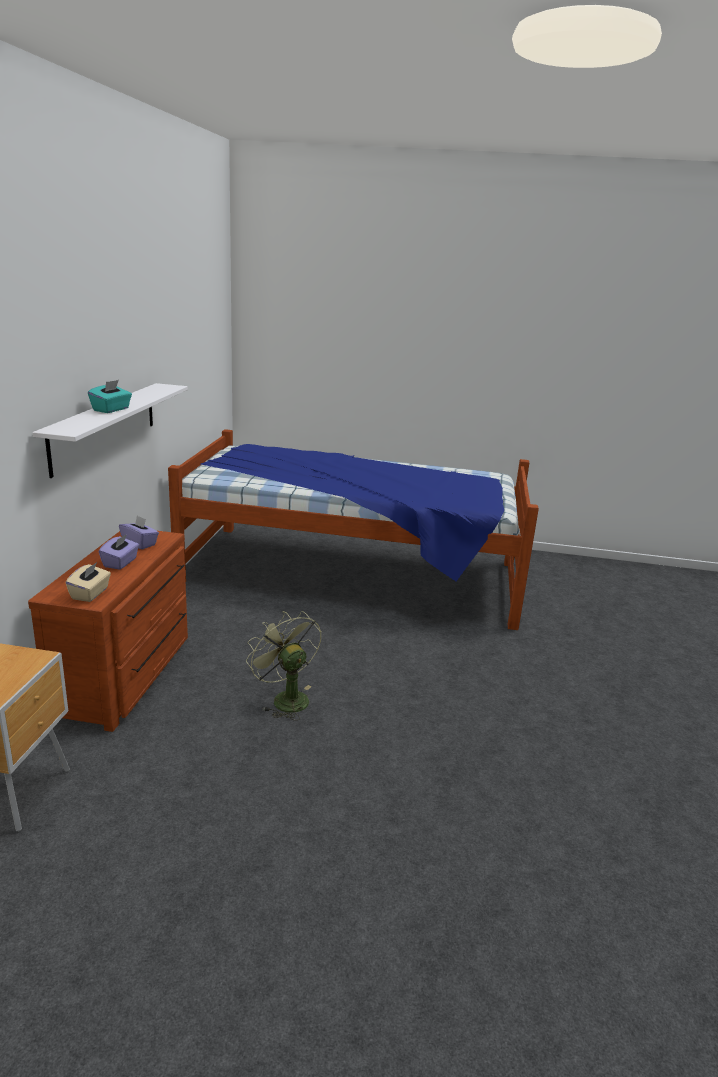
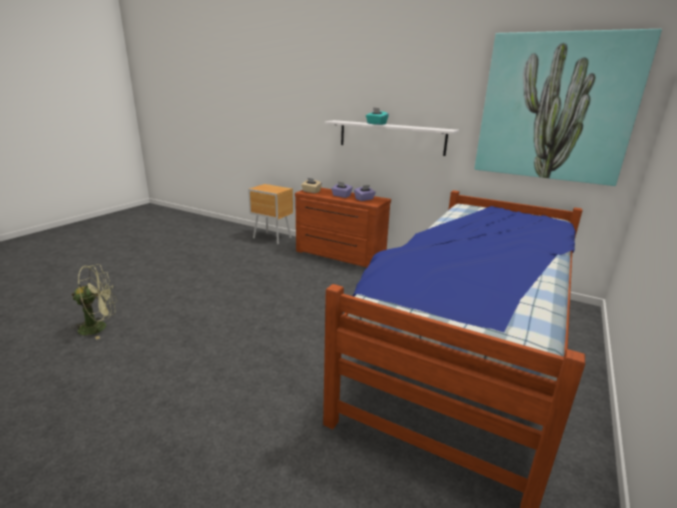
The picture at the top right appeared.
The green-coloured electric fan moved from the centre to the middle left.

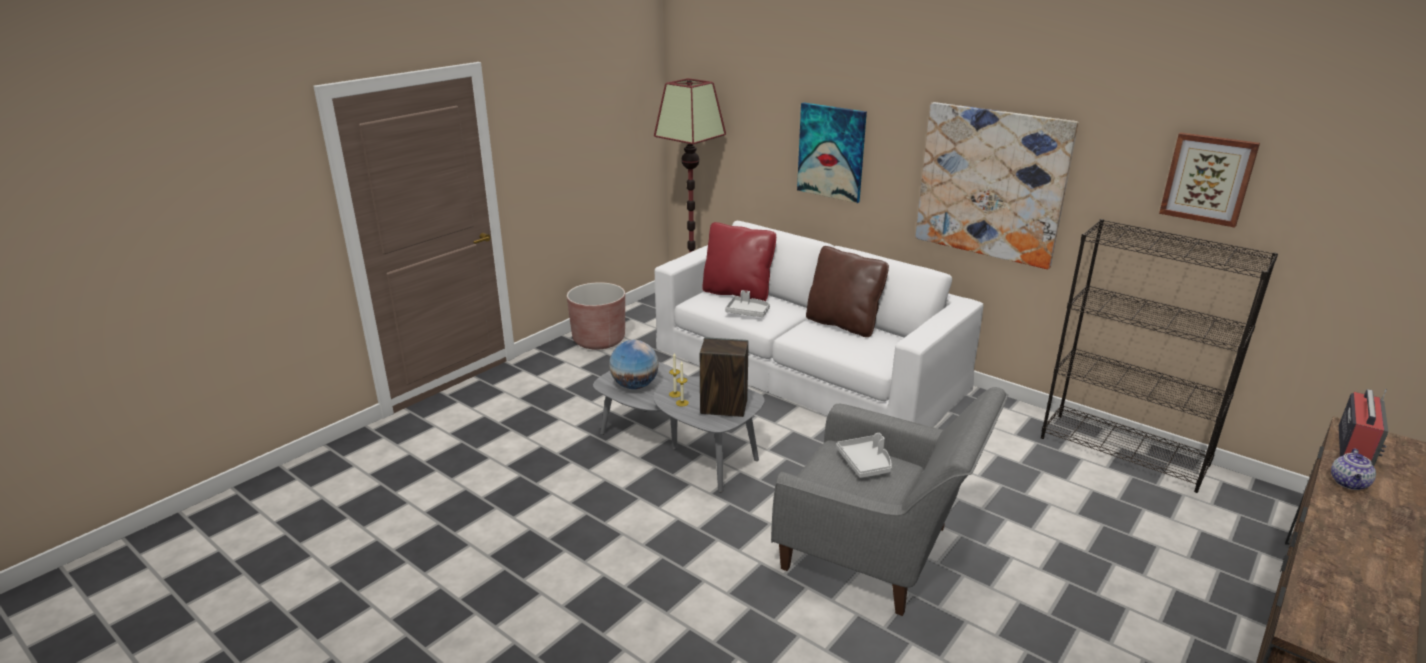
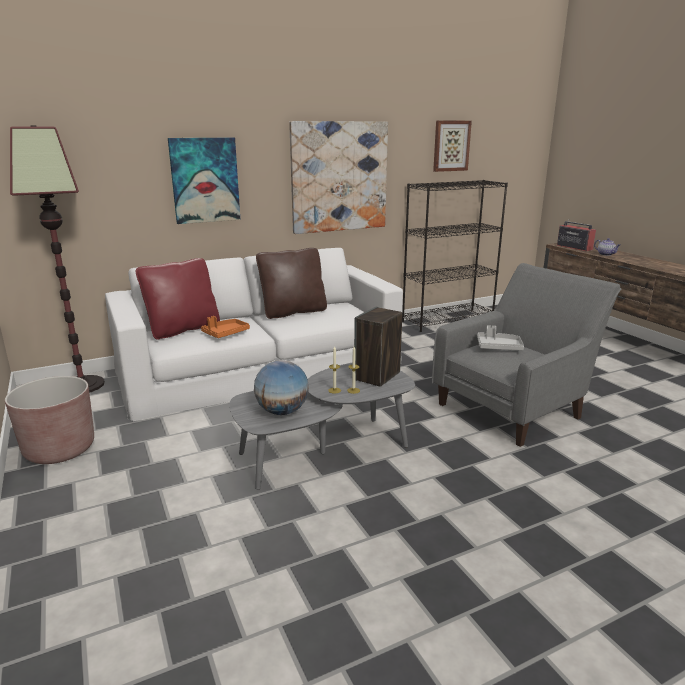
The grey tray (1st from left) at the centre became the orange tray at the middle left.

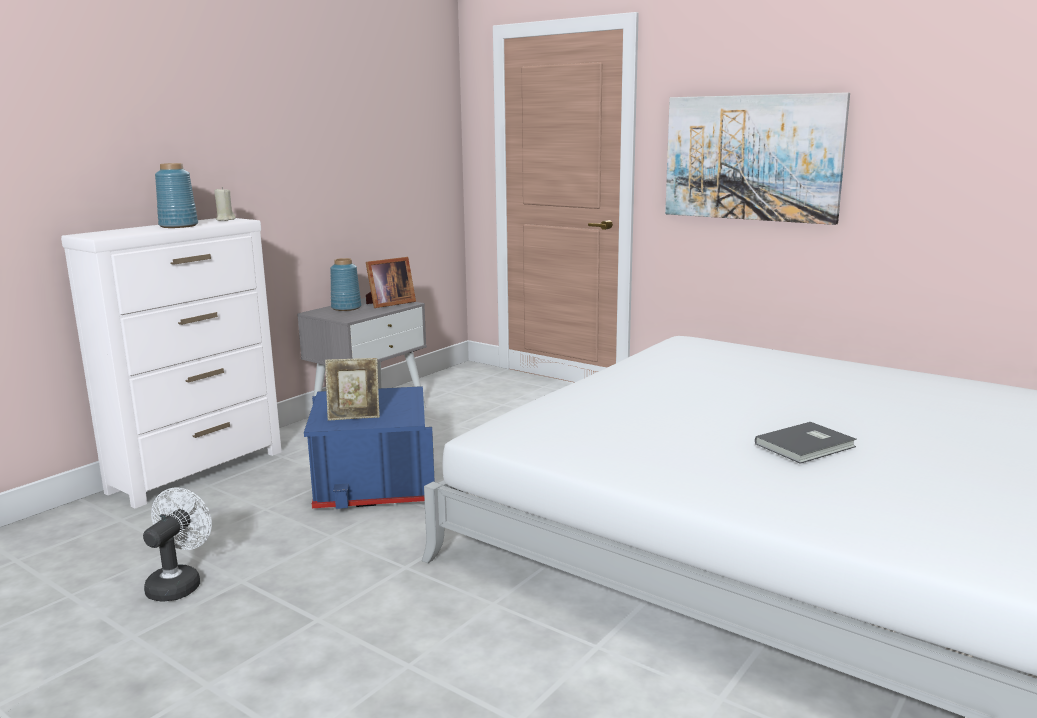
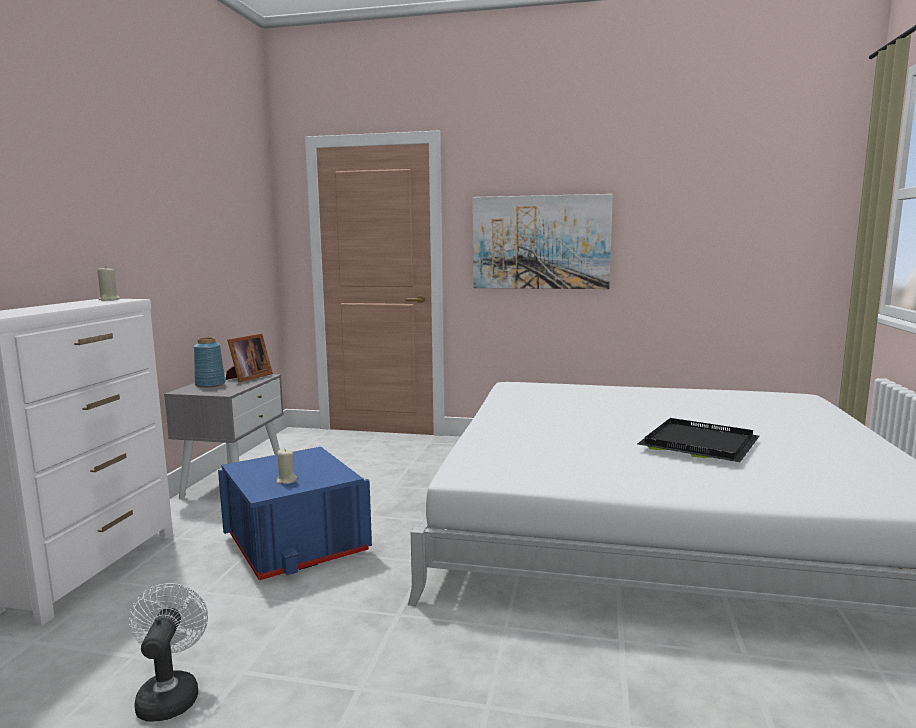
The blue-coloured vase (1st from left) at the top left disappeared.
The picture frame (1st from left) at the centre was replaced by the beige candle (2nd from left) at the middle left.
The grey book at the middle right was replaced by the black-coloured tray at the middle right.

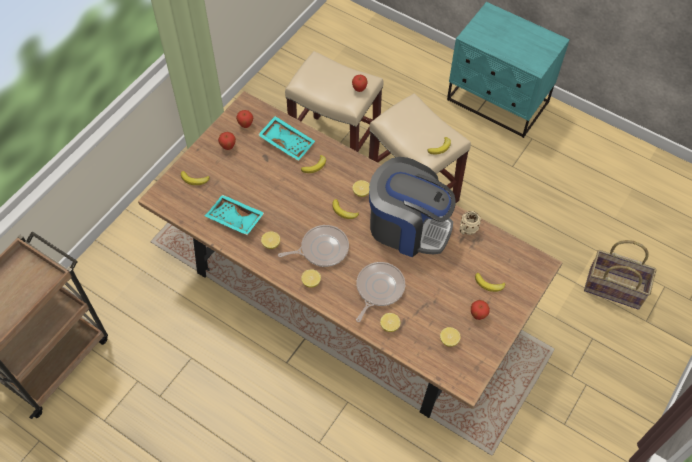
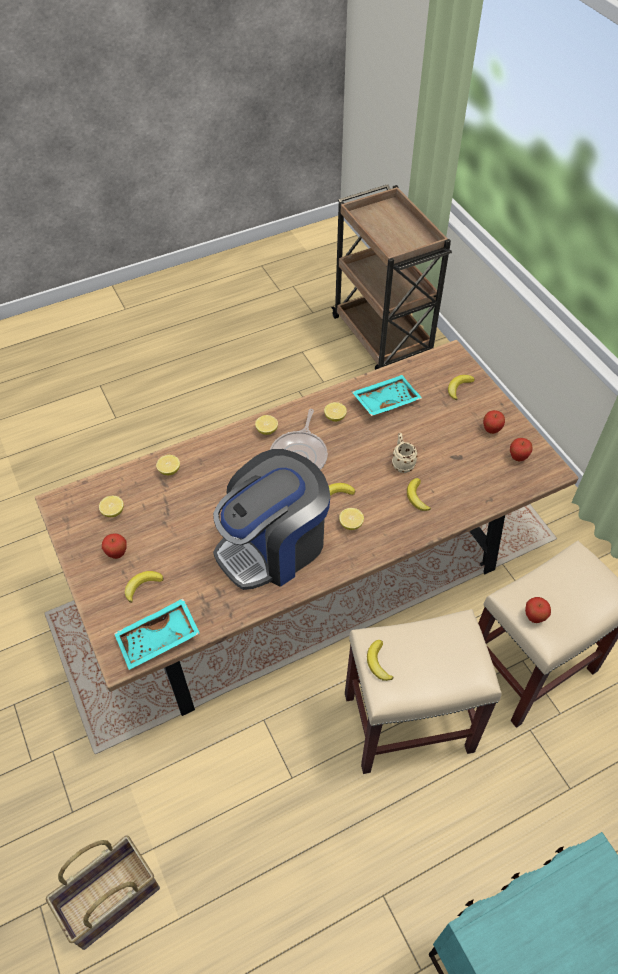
The frying pan (2nd from left) at the centre disappeared.
The turquoise-coloured tray (2nd from left in the first image) moved from the top centre to the middle left.
The beige coffee mug moved from the middle right to the centre.

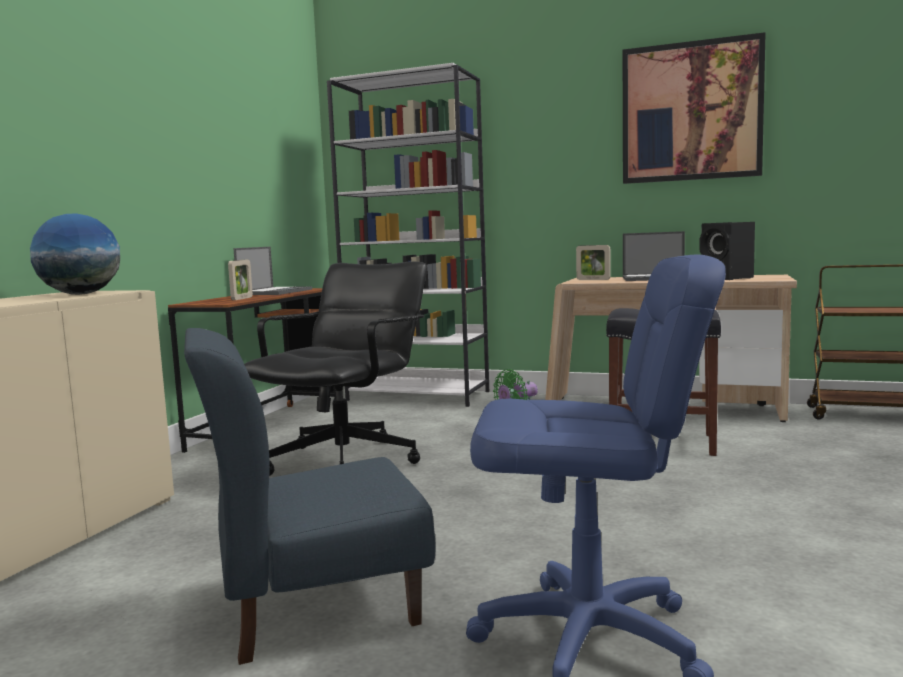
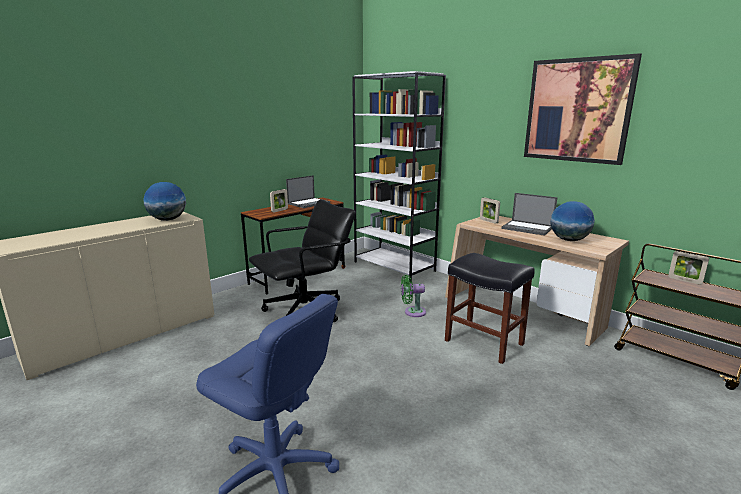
The blue-coloured plain chair at the bottom centre disappeared.
The picture frame (3rd from left) at the middle right appeared.
The black-coloured audio speaker at the middle right was replaced by the world globe (2nd from left) at the middle right.

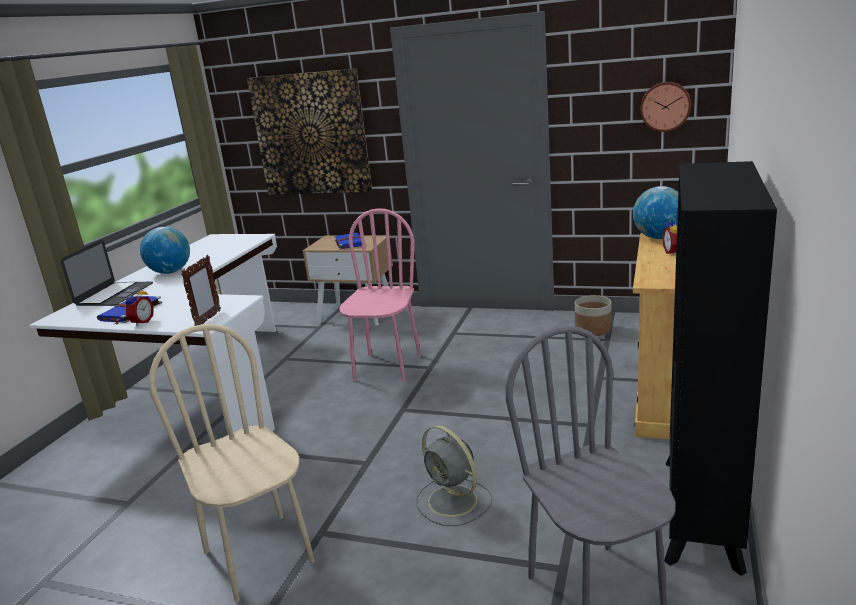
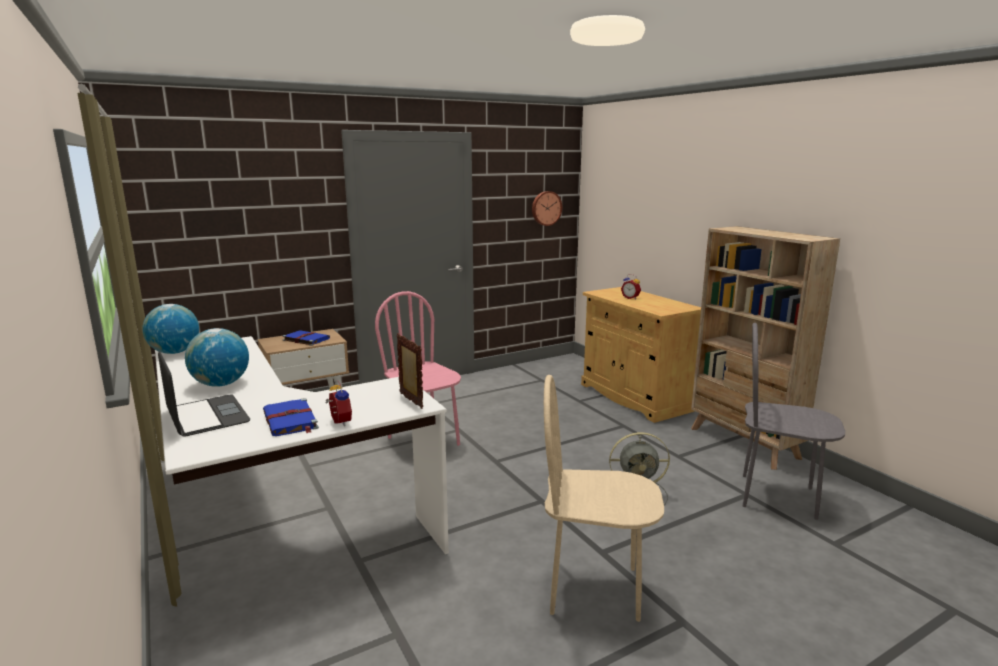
The picture at the top centre disappeared.
The flower pot at the middle right disappeared.
The world globe (2nd from left in the first image) moved from the middle right to the middle left.
The black-coloured bookshelf at the middle right became the beige bookshelf at the middle right.

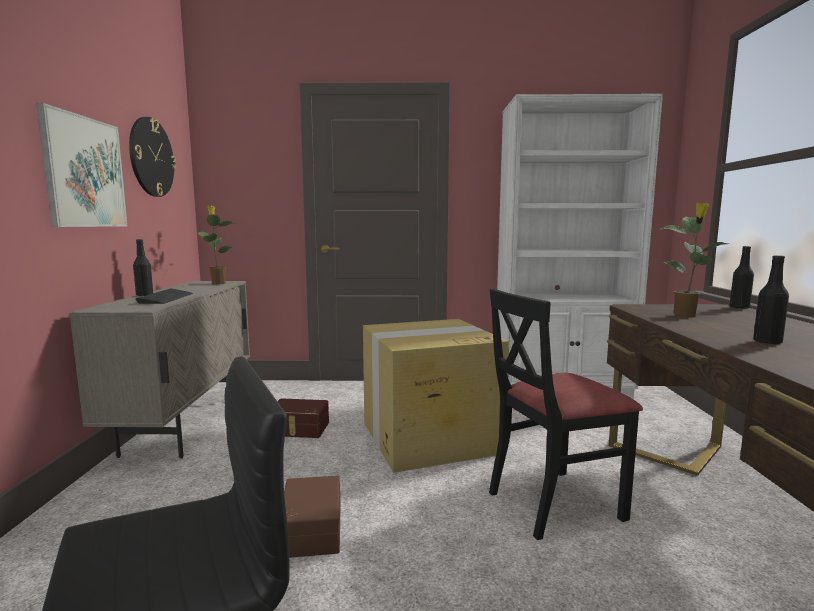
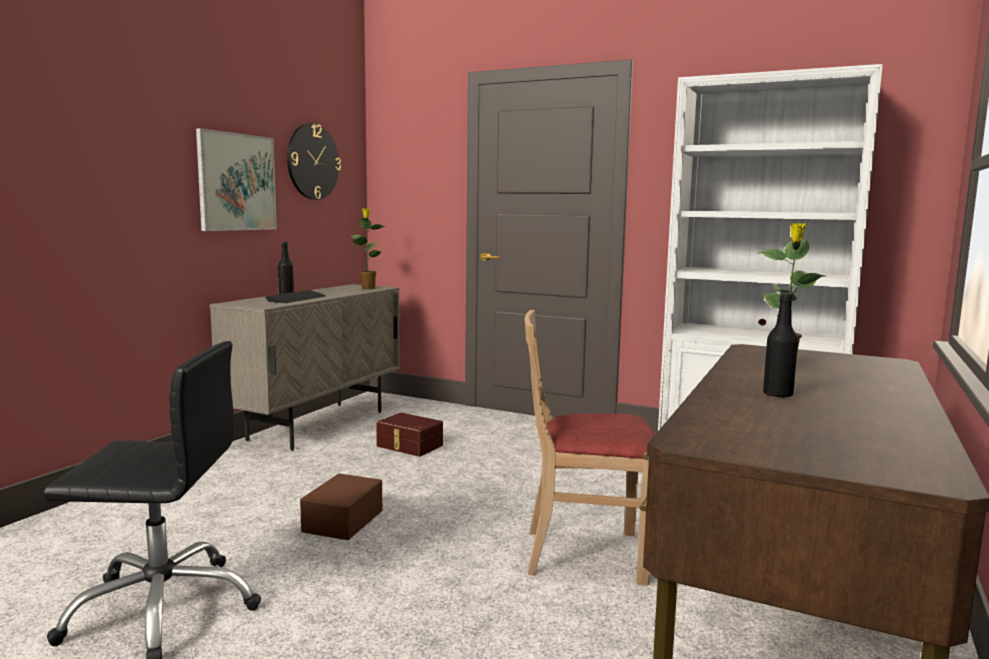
The cardboard box at the centre disappeared.
The black-coloured drink bottle (2nd from left) at the middle right disappeared.
The black-coloured plain chair at the bottom right became the beige plain chair at the bottom centre.

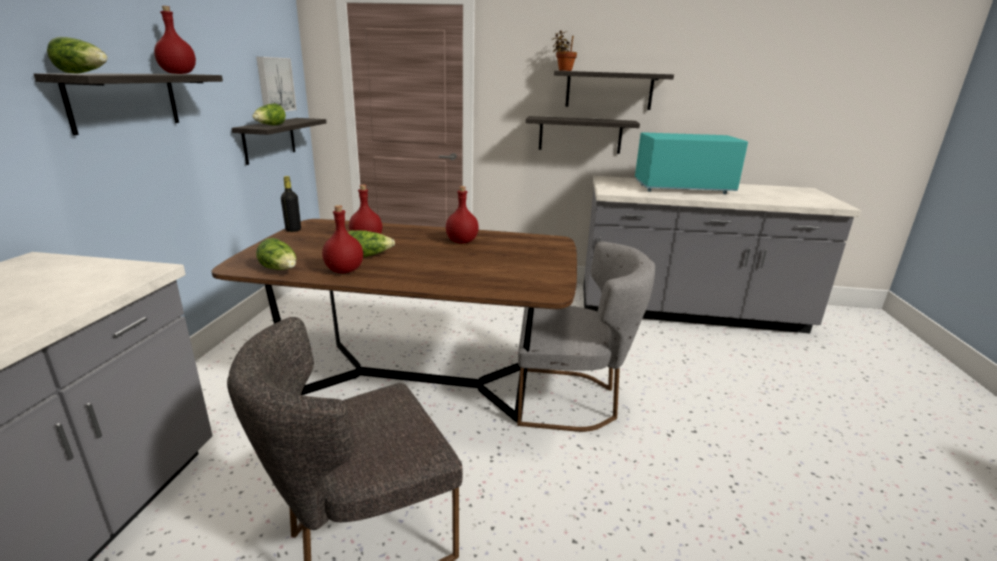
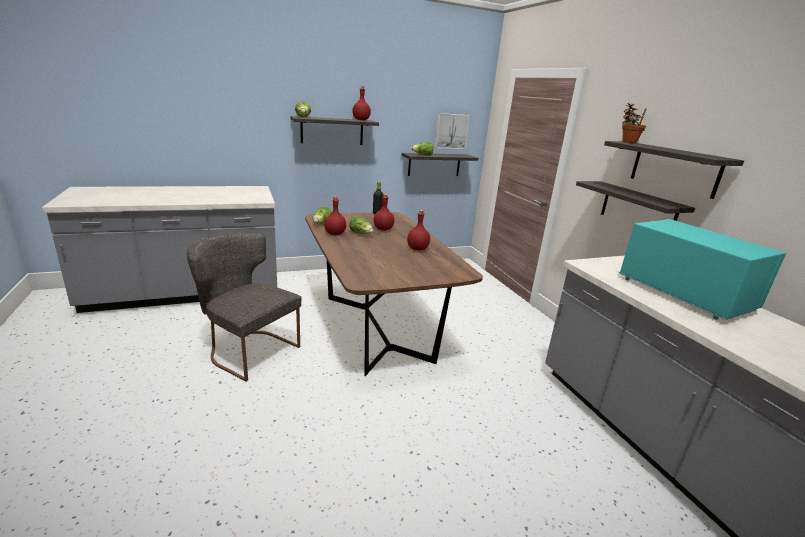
The grey plain chair (2nd from left) at the centre disappeared.

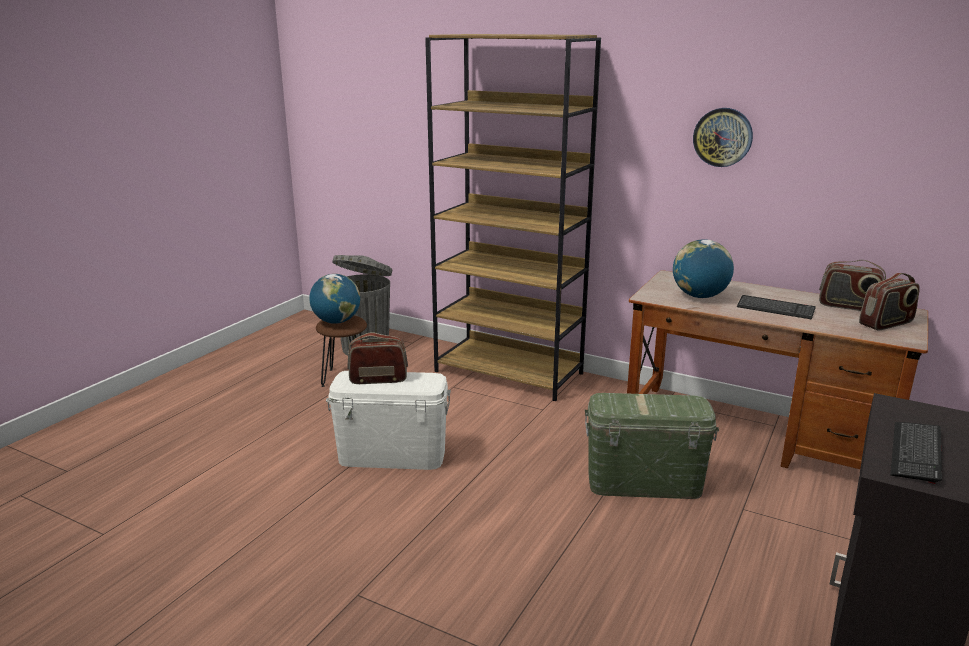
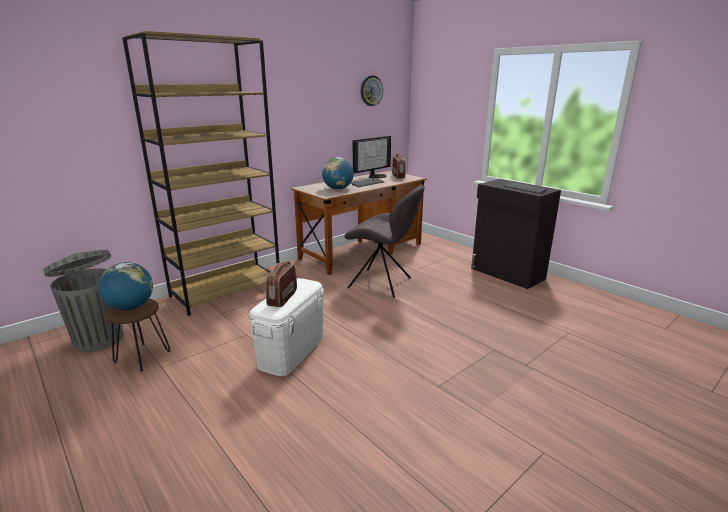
The wall clock moved from the top right to the top centre.
The green-coloured storage box at the bottom right was replaced by the grey plain chair at the centre.
The radio set (2nd from left) at the middle right was replaced by the computer screen at the top centre.

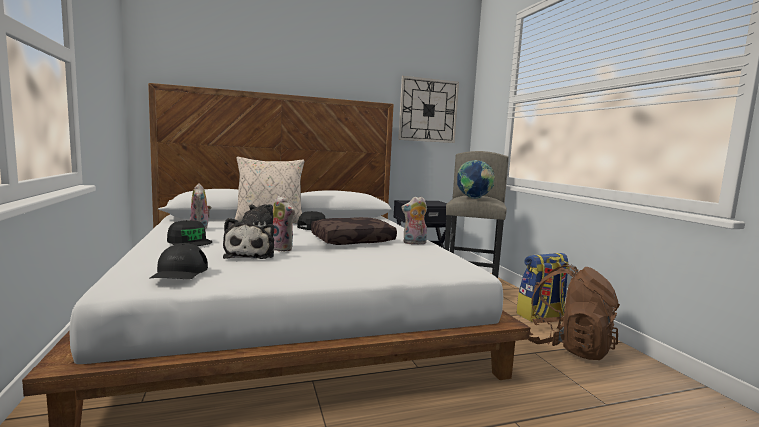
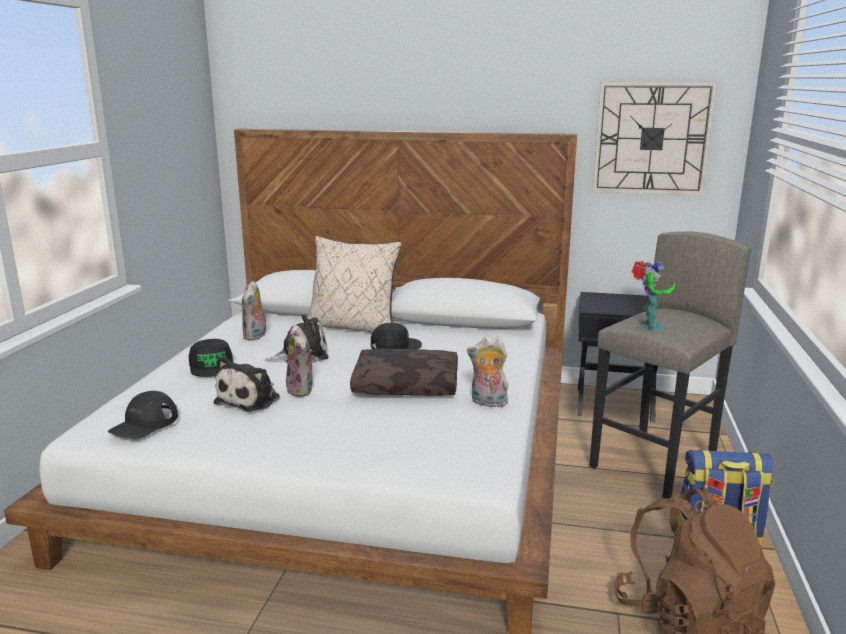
The world globe at the centre was replaced by the model robot at the middle right.

